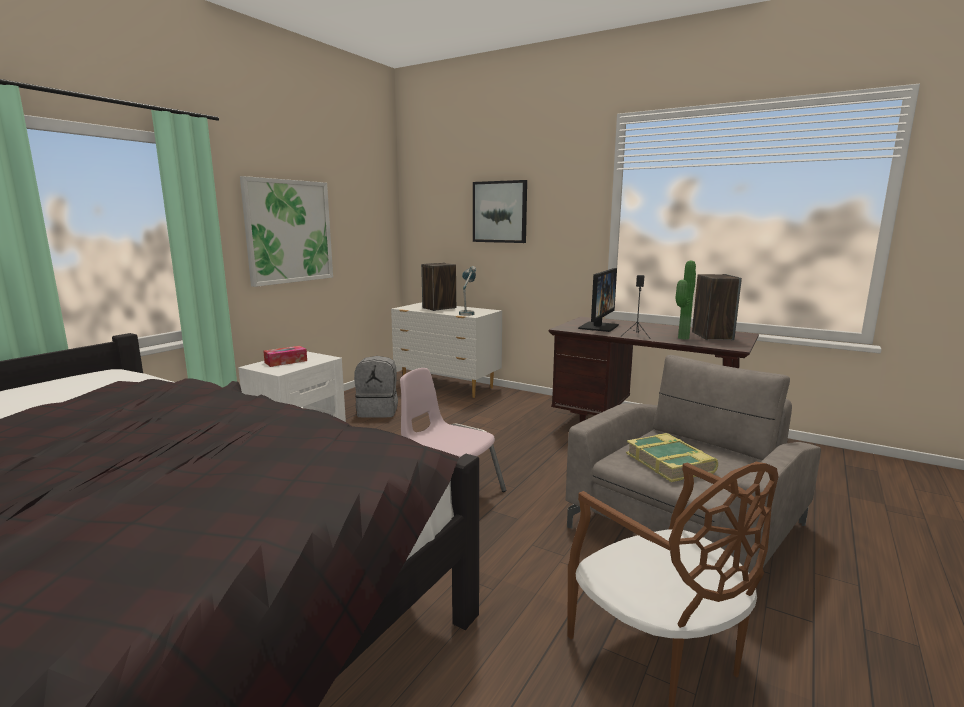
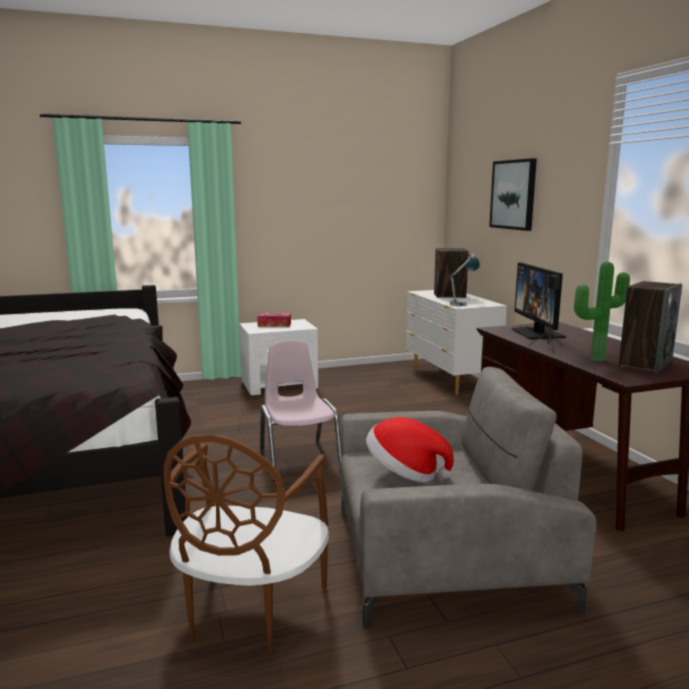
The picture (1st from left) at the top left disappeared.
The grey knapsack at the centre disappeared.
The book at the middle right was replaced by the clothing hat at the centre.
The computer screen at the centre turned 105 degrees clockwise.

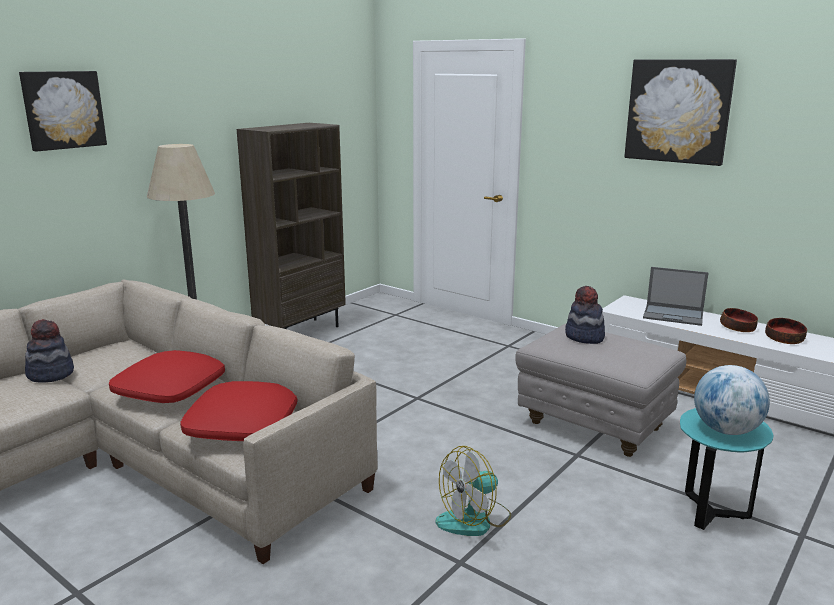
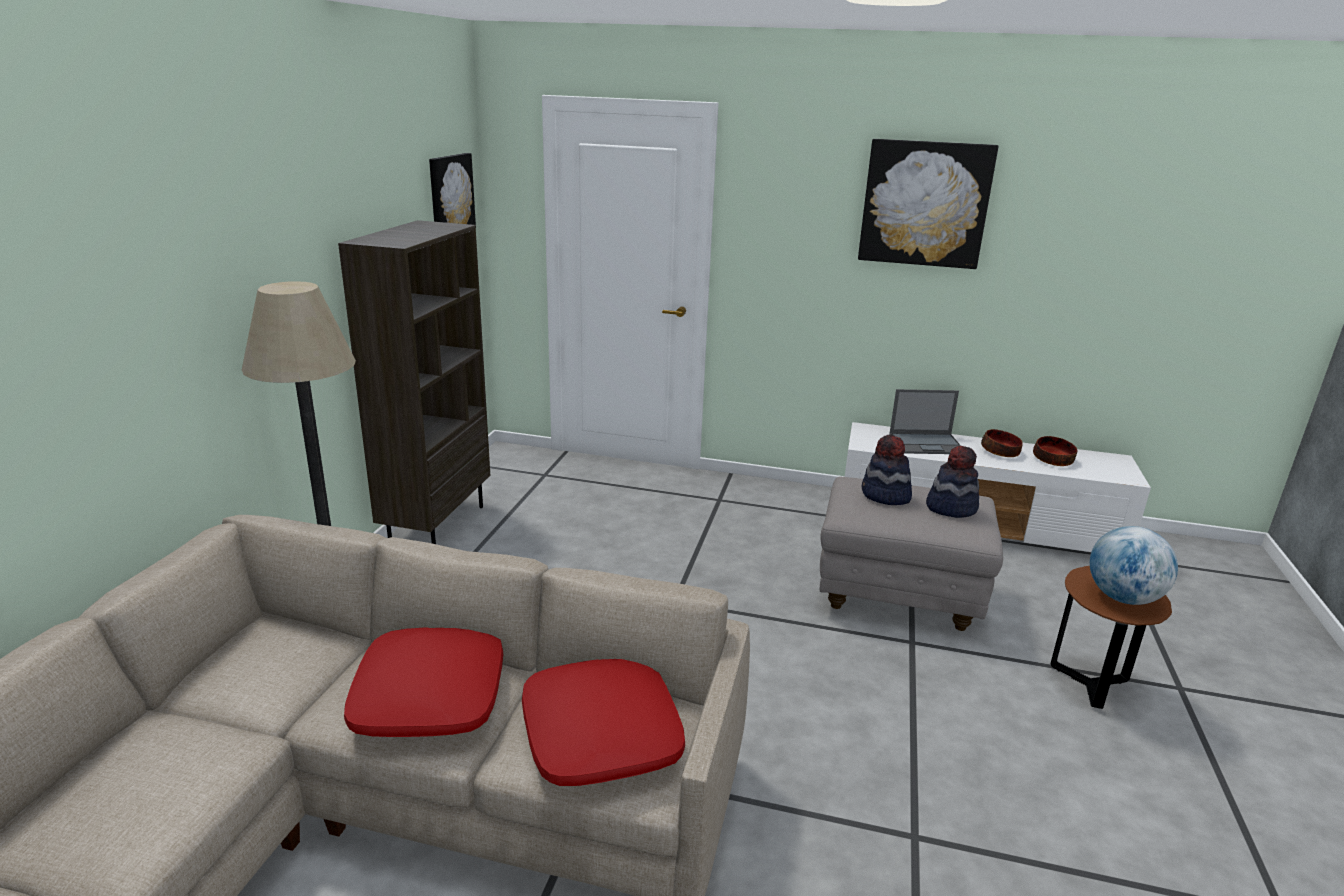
The electric fan at the bottom centre disappeared.
The picture (1st from left) moved from the top left to the top centre.
The clothing hat (1st from left in the first image) moved from the middle left to the middle right.
The turquoise-coloured end table at the bottom right became the brownish end table at the bottom right.

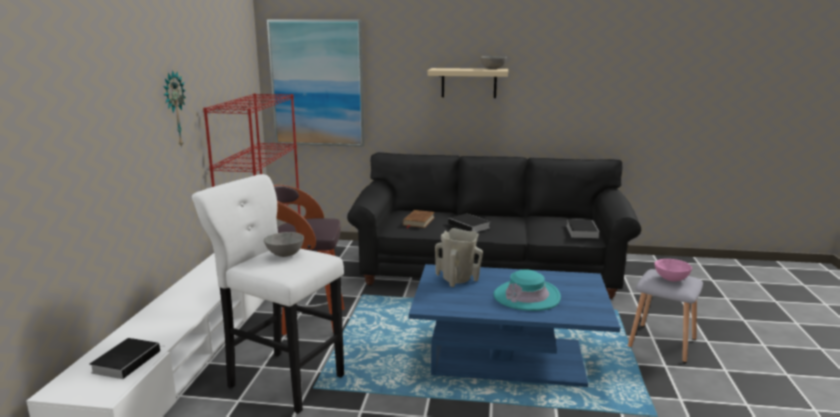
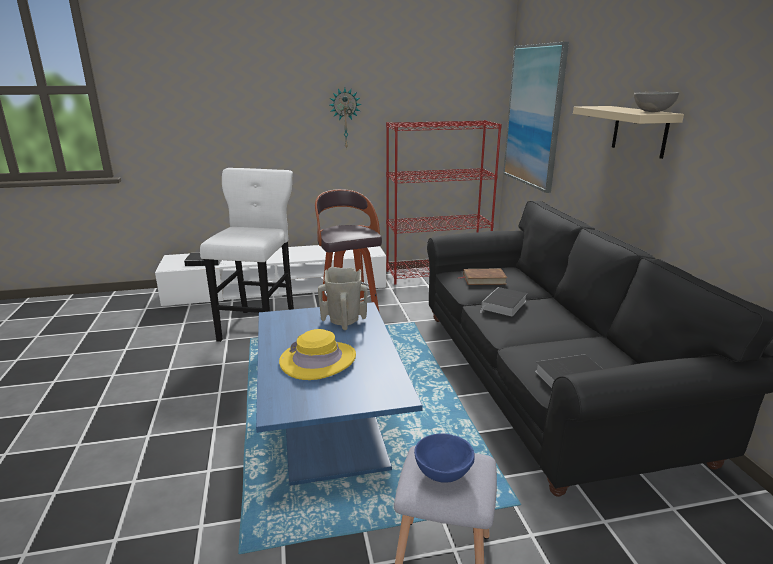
The grey deep dish (1st from left) at the centre disappeared.
The turquoise-coloured clothing hat at the bottom centre became the yellowish clothing hat at the centre.
The pinkish deep dish at the middle right became the blue-coloured deep dish at the bottom centre.

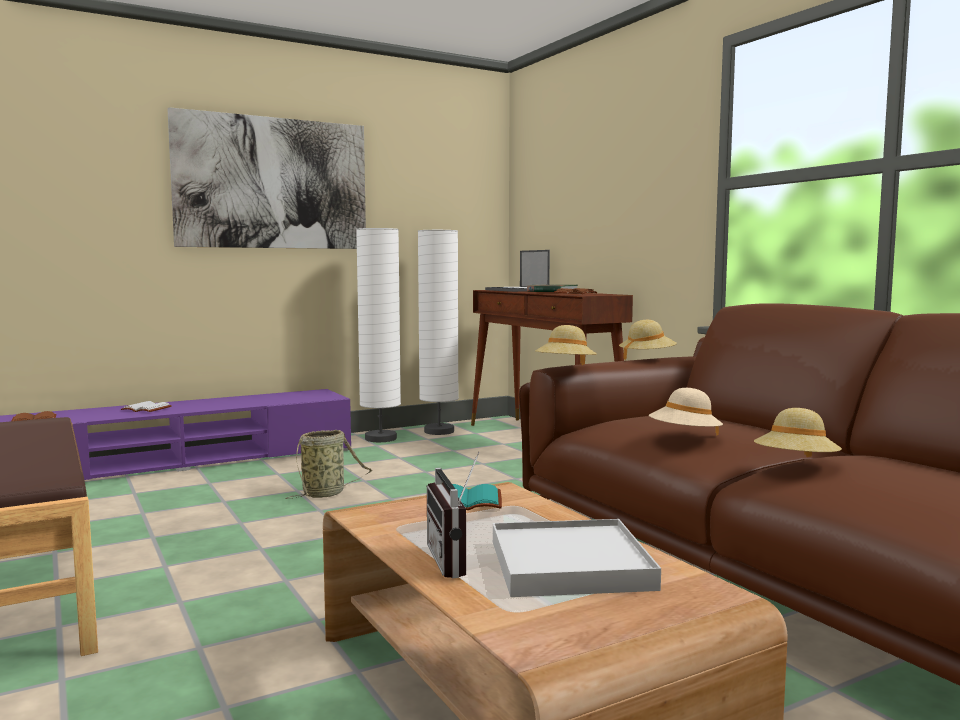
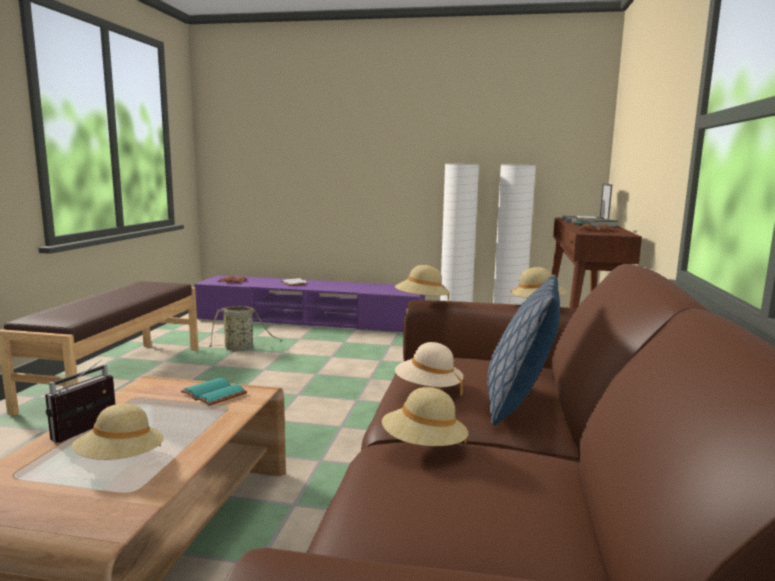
The picture at the top left disappeared.
The throw pillow at the middle right appeared.
The household basket moved from the centre to the middle left.
The whitish tray at the bottom centre was replaced by the beige clothing hat (1st from left) at the bottom left.

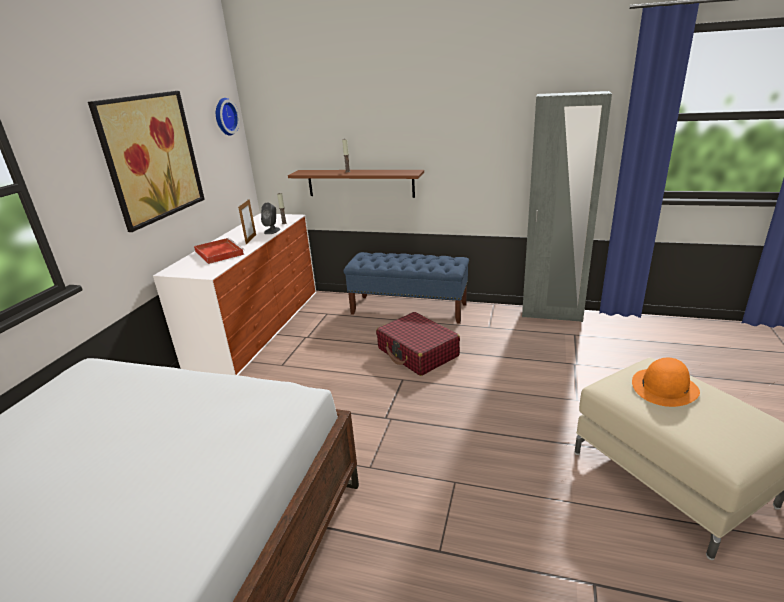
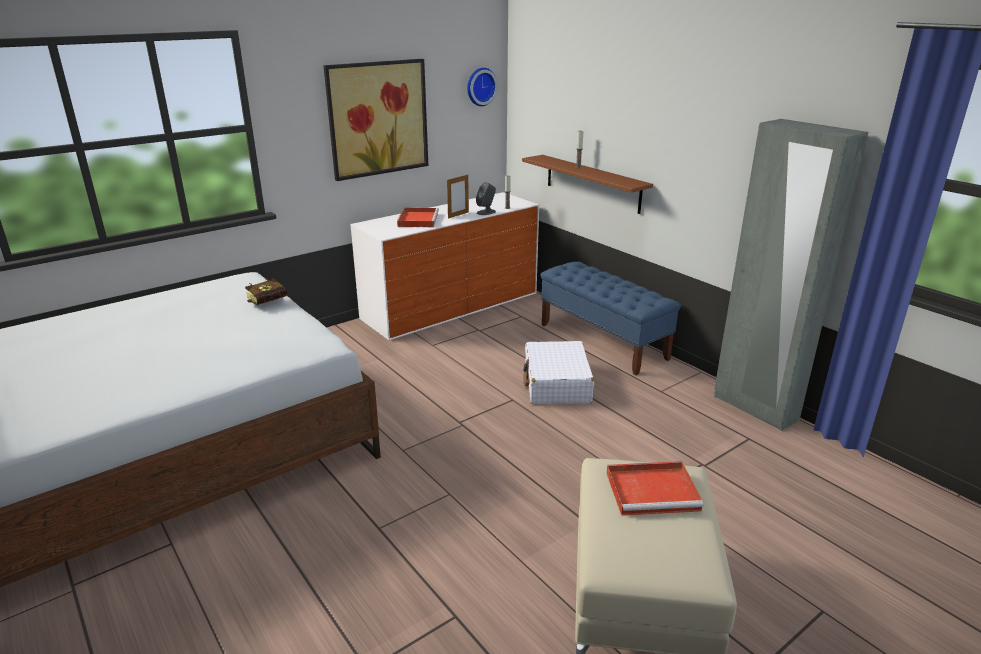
The book at the middle left appeared.
The orange clothing hat at the middle right was replaced by the reddish tray (2nd from left) at the bottom right.
The reddish piece of luggage at the centre became the whitish piece of luggage at the centre.

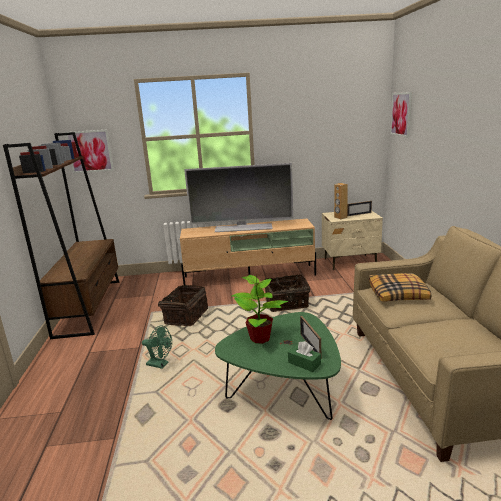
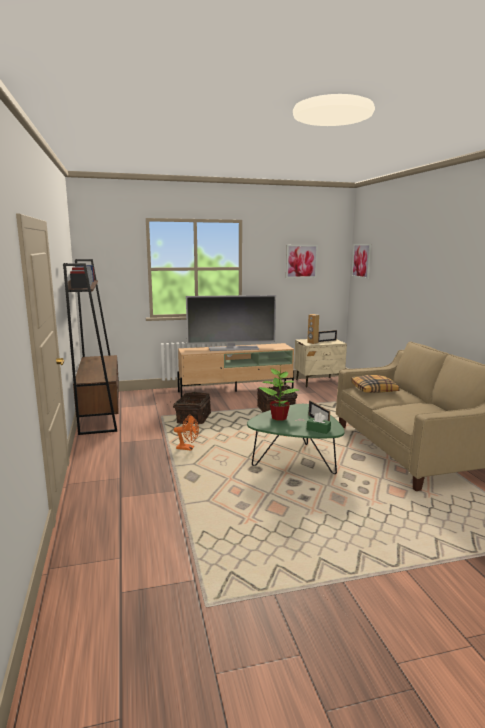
The picture (1st from left) moved from the top left to the centre.
The green-coloured electric fan at the bottom left became the orange electric fan at the centre.

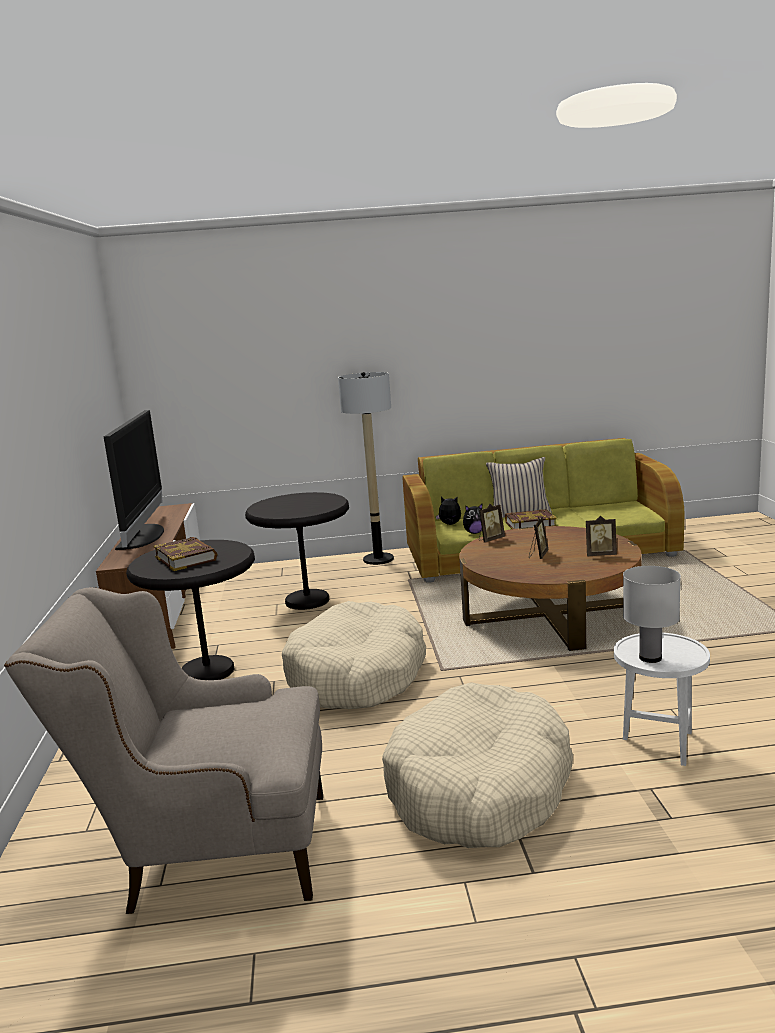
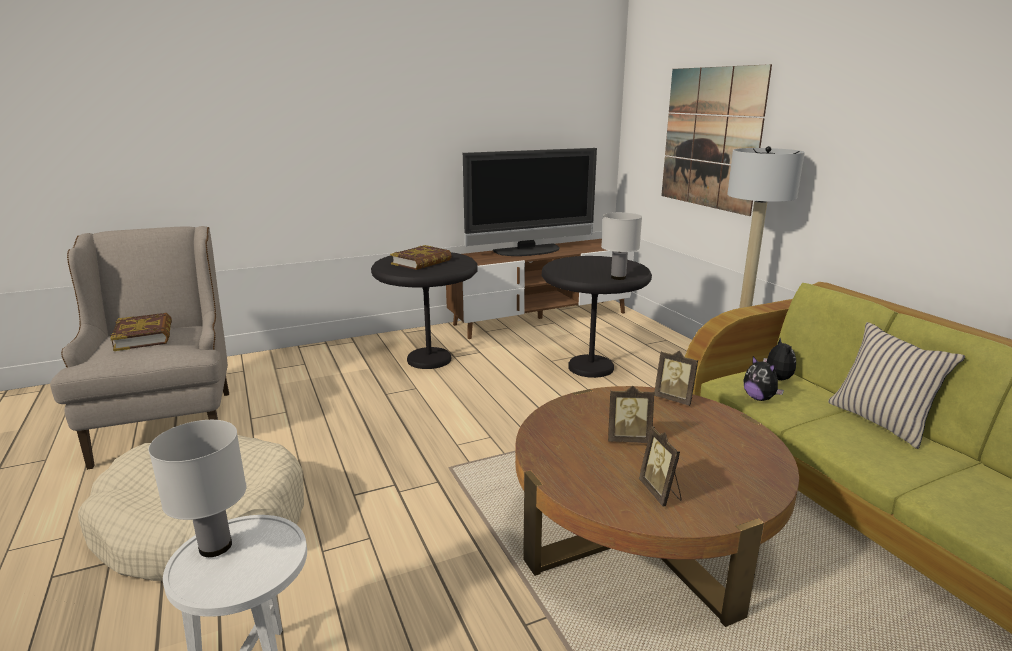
The beige dog cushion (1st from left) at the centre disappeared.
The whitish table lamp (2nd from left) at the centre appeared.
The picture at the top right appeared.
The book (2nd from left in the first image) moved from the middle right to the middle left.

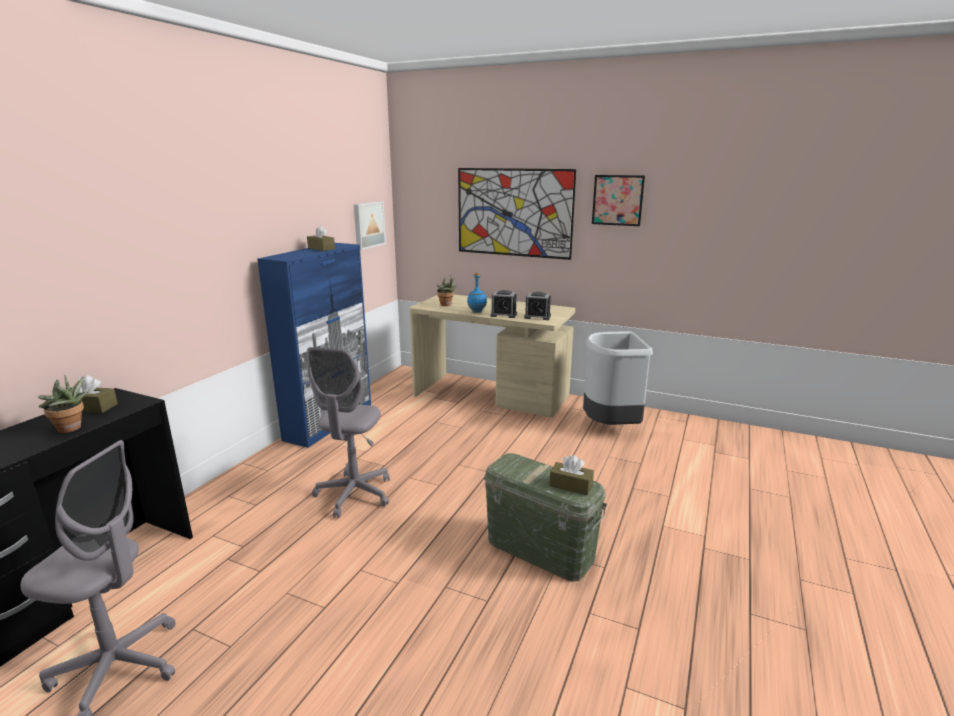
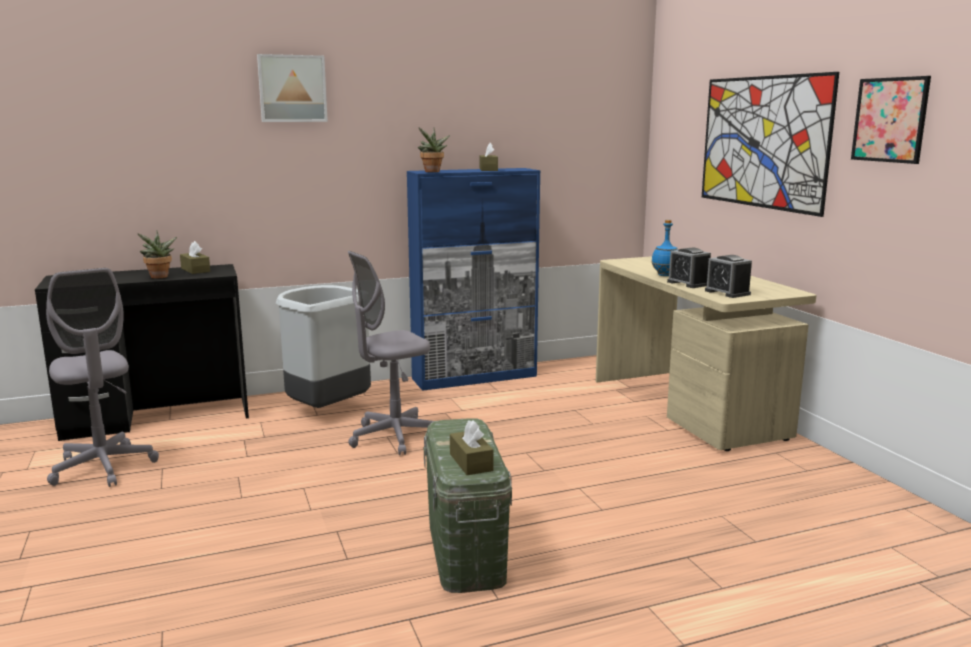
The picture (1st from left) moved from the top centre to the top left.
The plant in a pot (2nd from left) moved from the centre to the top centre.
The grey trash can moved from the centre to the middle left.

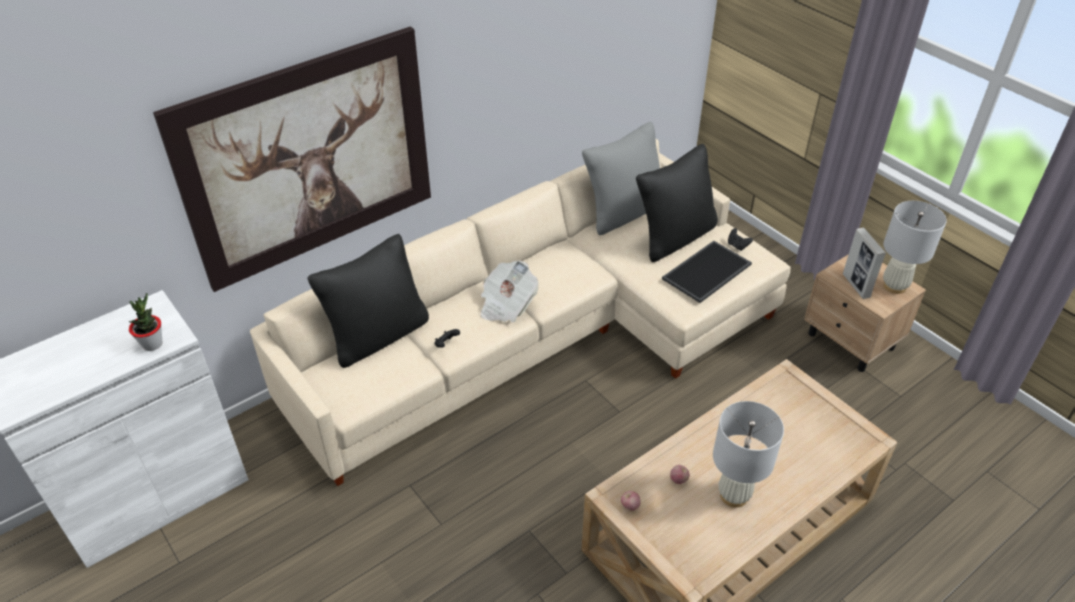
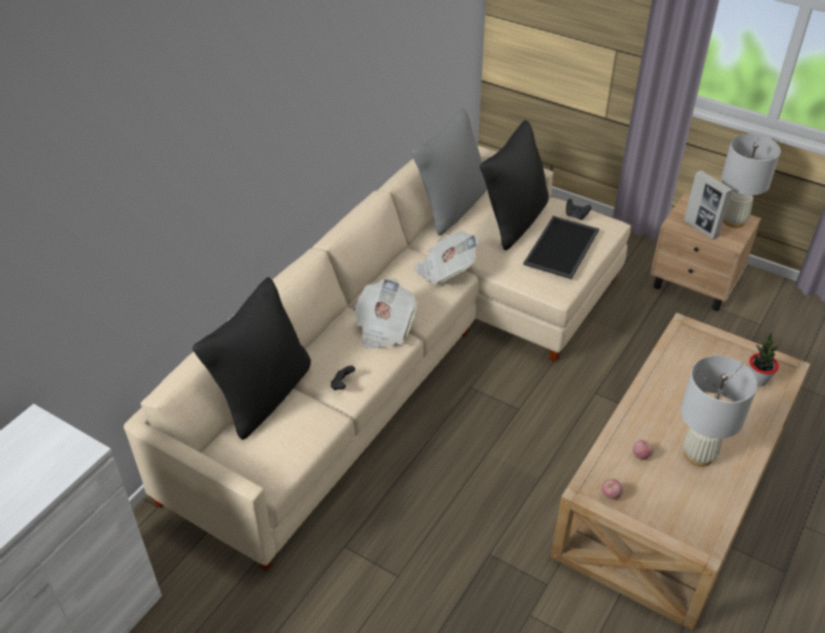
The picture at the top left disappeared.
The newspaper (2nd from left) at the centre appeared.
The plant in a pot moved from the middle left to the middle right.

